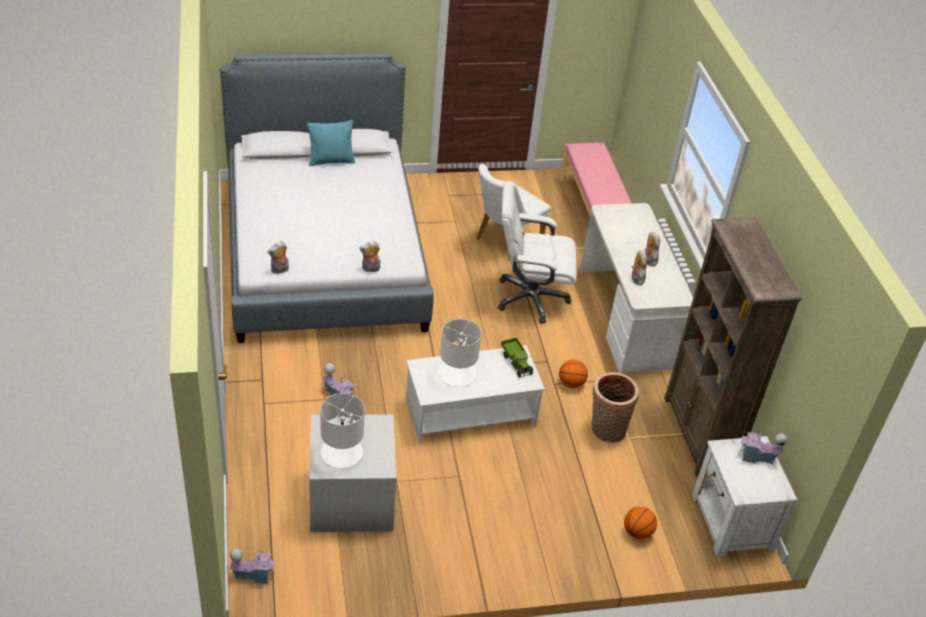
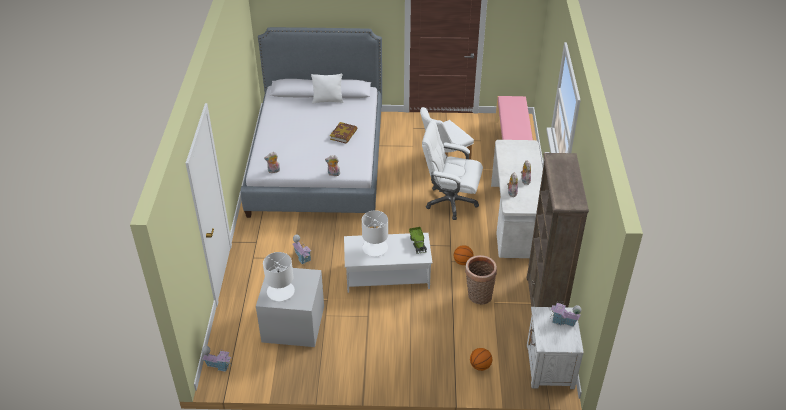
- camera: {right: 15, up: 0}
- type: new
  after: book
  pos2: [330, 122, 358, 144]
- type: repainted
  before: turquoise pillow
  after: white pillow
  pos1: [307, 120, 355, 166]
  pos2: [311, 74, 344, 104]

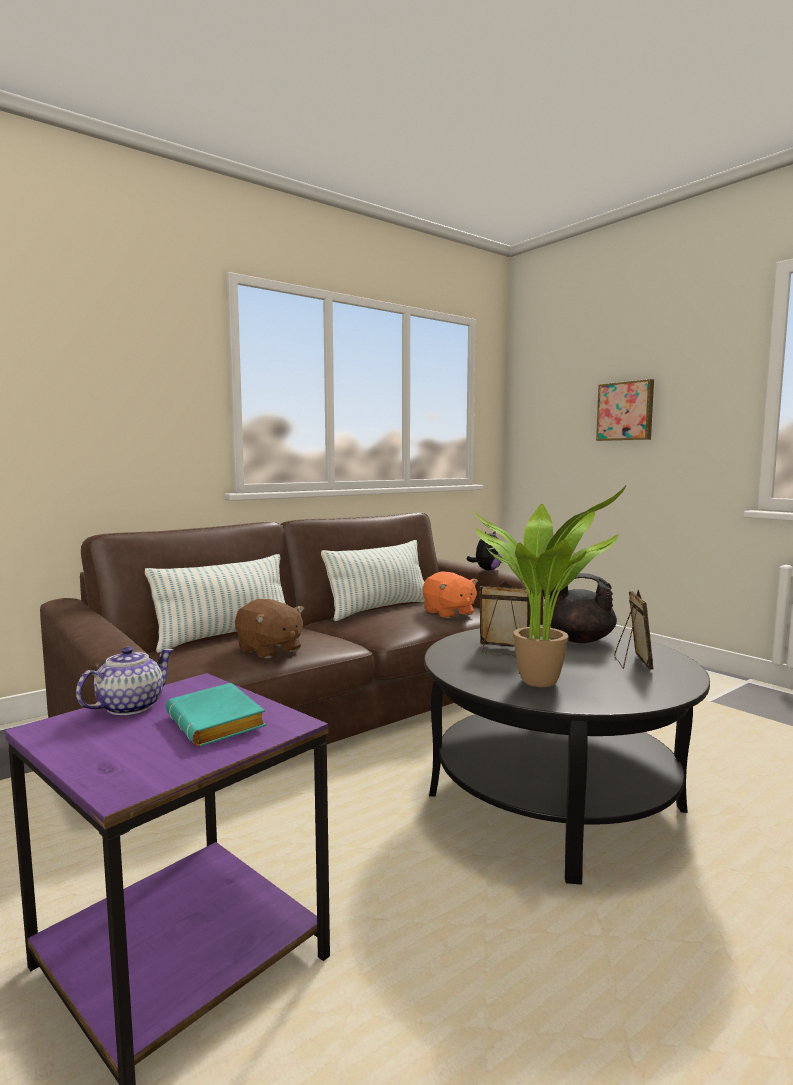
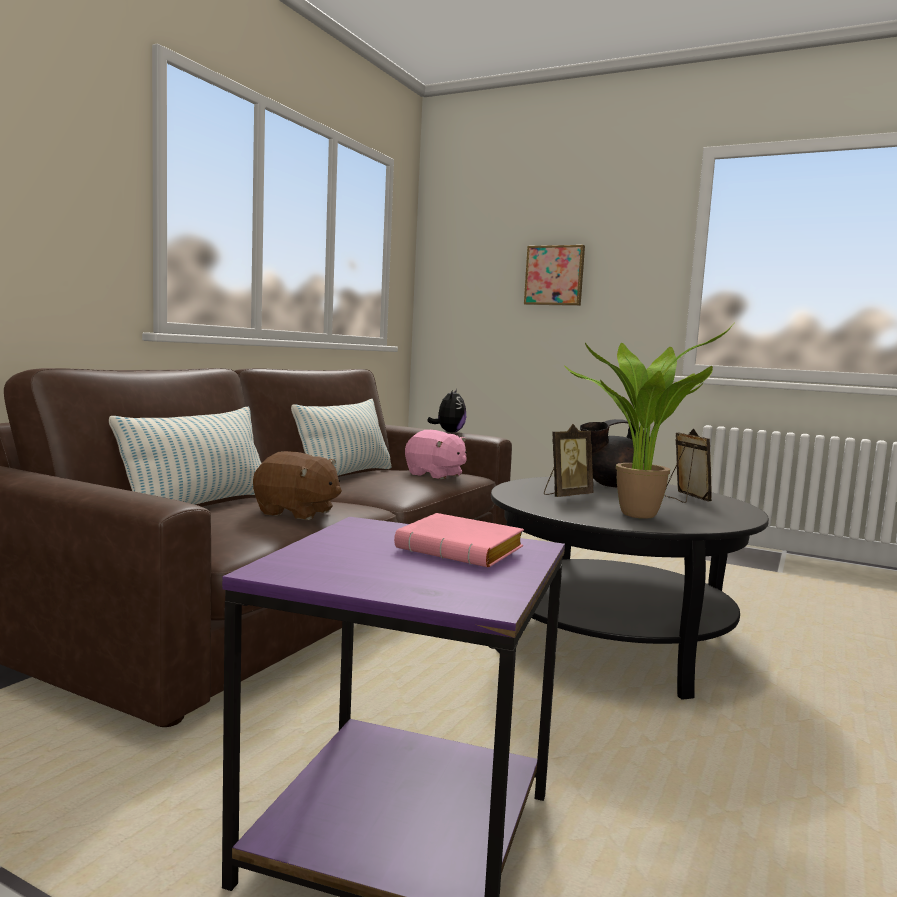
- camera: {right: -25, up: 0}
- type: gone
  before: teapot
  pos1: [76, 647, 174, 715]
- type: repainted
  before: turquoise book
  after: pink book
  pos1: [166, 683, 266, 747]
  pos2: [394, 513, 524, 567]
- type: repainted
  before: orange plush toy
  after: pink plush toy
  pos1: [423, 571, 478, 618]
  pos2: [405, 430, 467, 479]
- type: rotated
  before: picture frame
  pos1: [480, 581, 530, 656]
  pos2: [544, 424, 593, 497]
  turn: 150

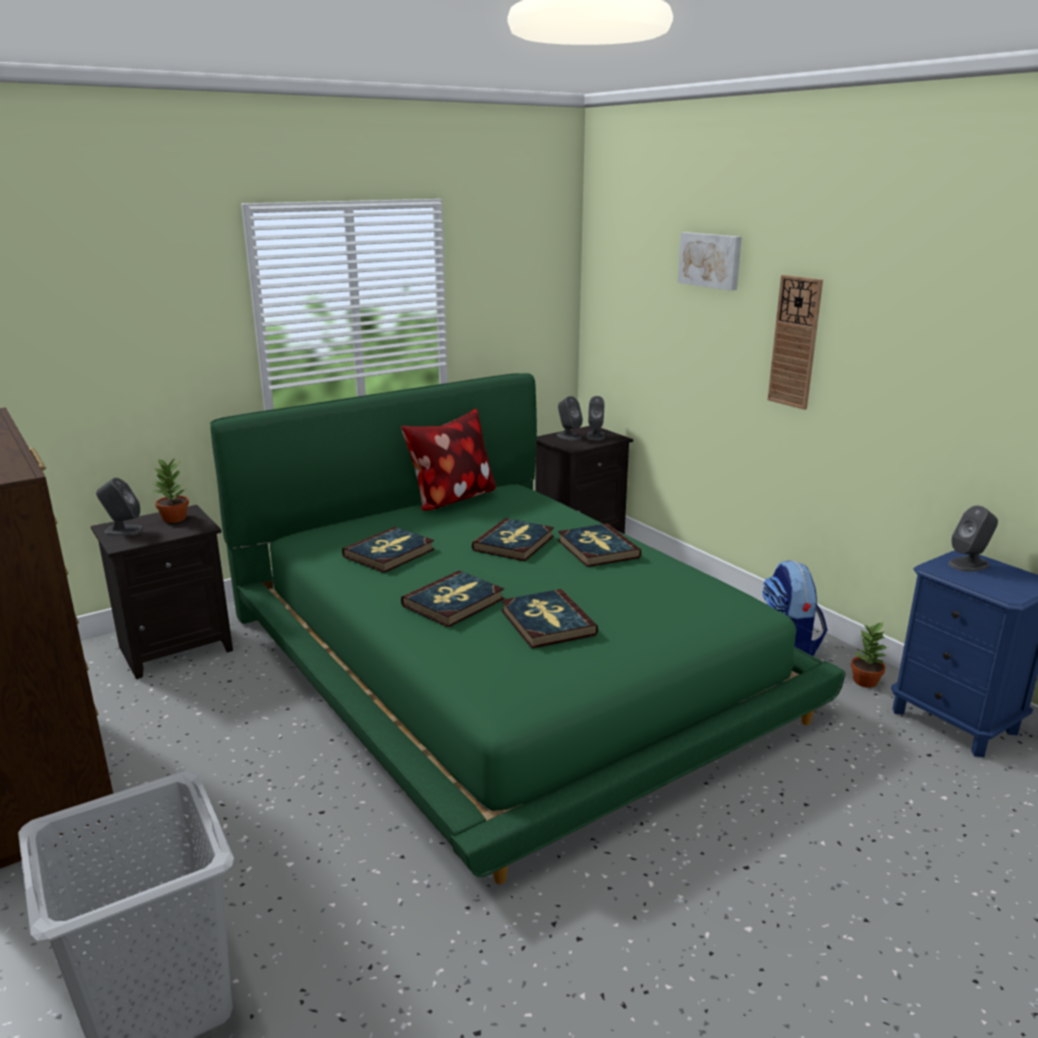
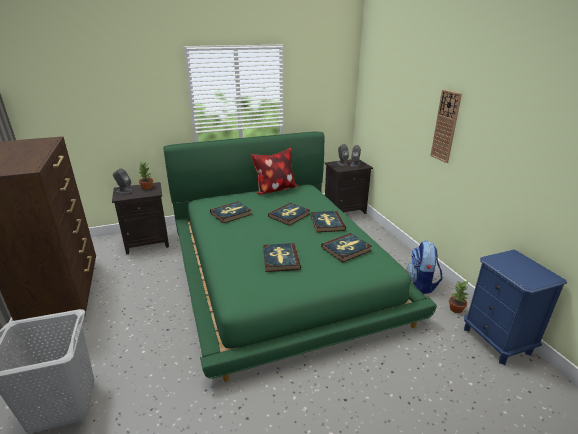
- camera: {right: 15, up: 5}
- type: gone
  before: picture
  pos1: [677, 232, 742, 291]
- type: gone
  before: grey speaker
  pos1: [948, 505, 998, 572]
- type: shifted
  before: book
  pos1: [401, 570, 504, 627]
  pos2: [321, 233, 372, 263]

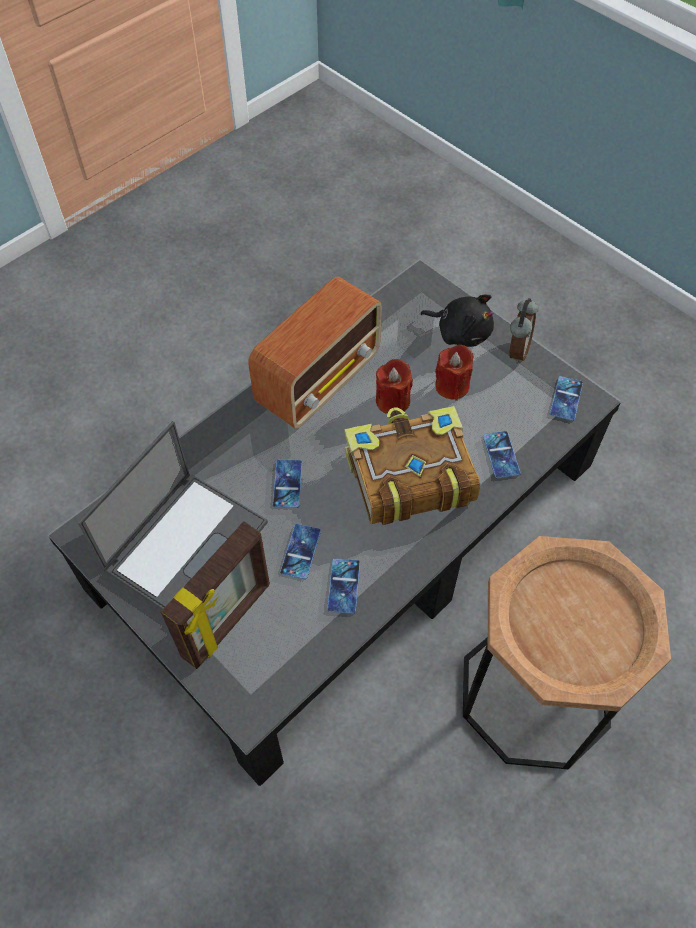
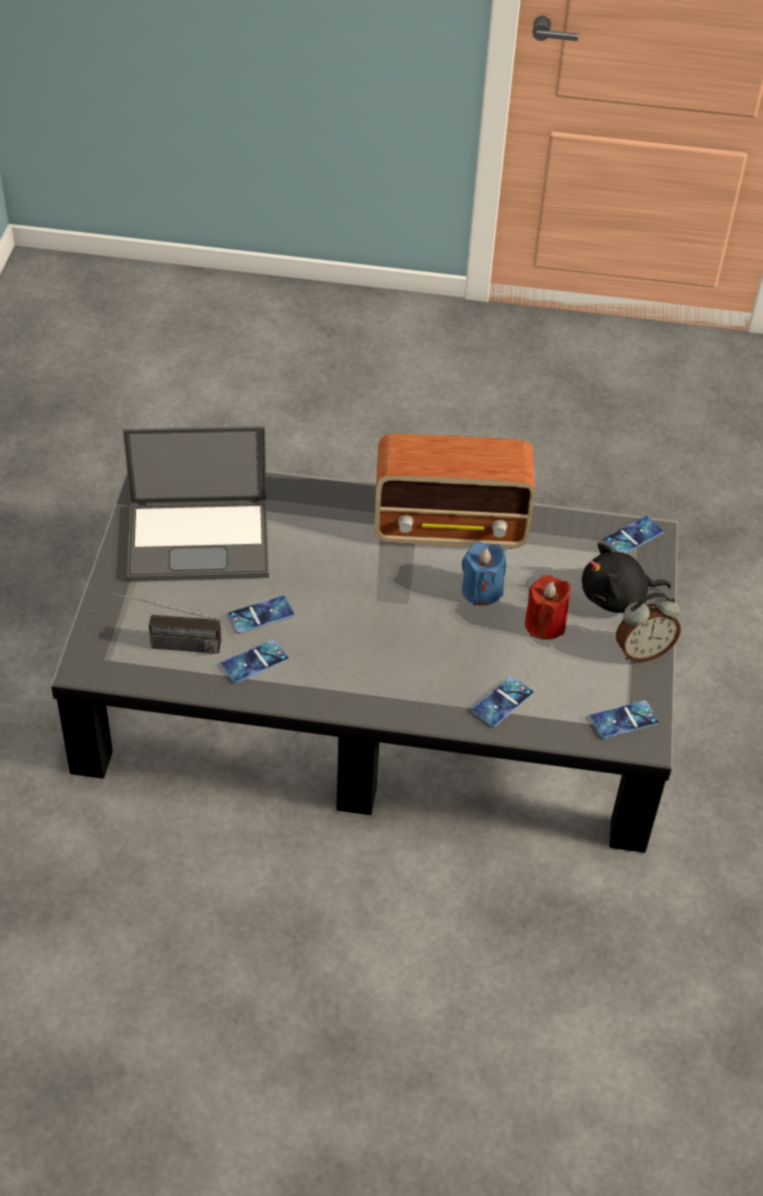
- camera: {right: 50, up: -10}
- type: gone
  before: picture frame
  pos1: [161, 521, 270, 669]
- type: gone
  before: book
  pos1: [345, 406, 480, 525]
- type: gone
  before: brown side table
  pos1: [463, 536, 671, 769]
- type: new
  after: radio
  pos2: [111, 592, 221, 654]
- type: shifted
  before: phone
  pos1: [273, 460, 302, 508]
  pos2: [604, 516, 664, 554]
- type: repainted
  before: red candle
  after: blue candle
  pos1: [376, 359, 413, 414]
  pos2: [462, 542, 506, 606]
- type: rotated
  before: black plush toy
  pos1: [420, 295, 494, 347]
  pos2: [582, 542, 671, 613]
  turn: 90

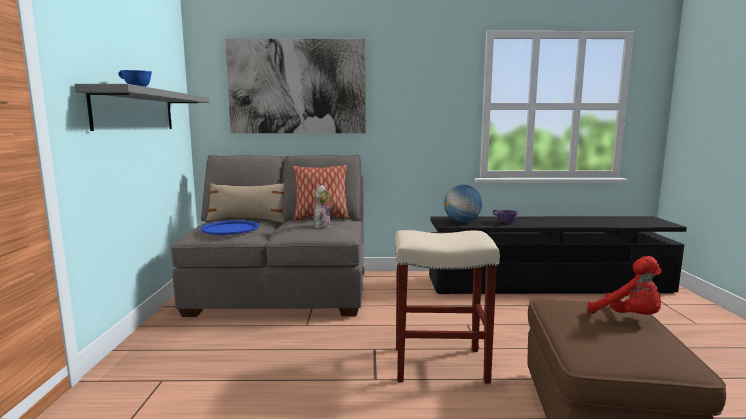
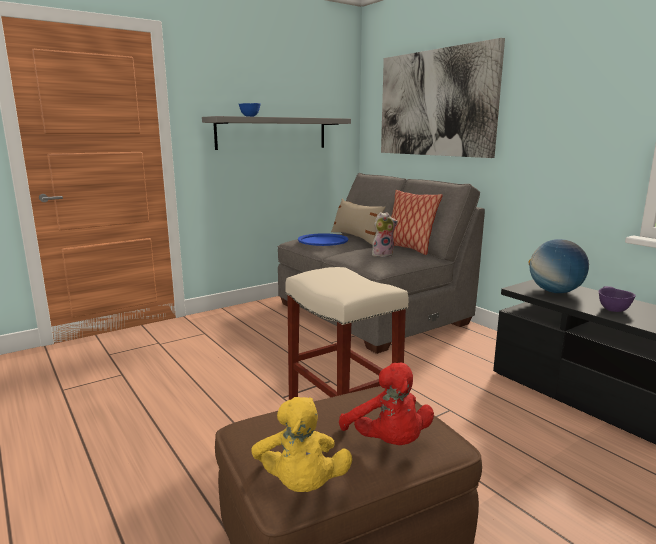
- camera: {right: 55, up: 5}
- type: new
  after: yellow plush toy
  pos2: [251, 397, 352, 492]
- type: rotated
  before: red plush toy
  pos1: [588, 256, 662, 315]
  pos2: [339, 362, 434, 445]
  turn: -45

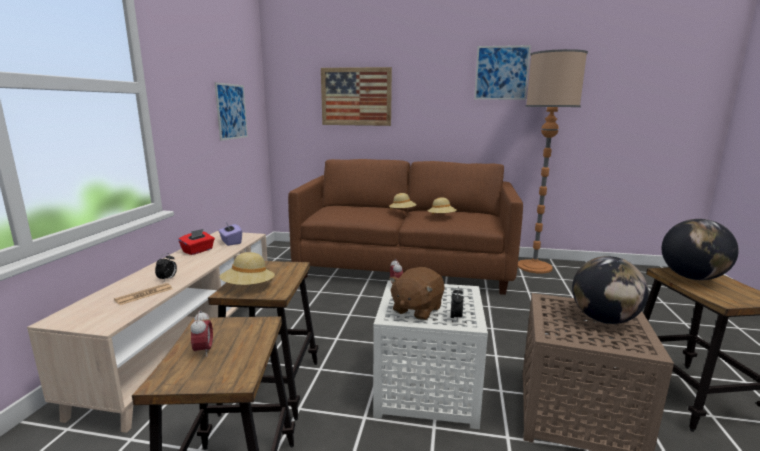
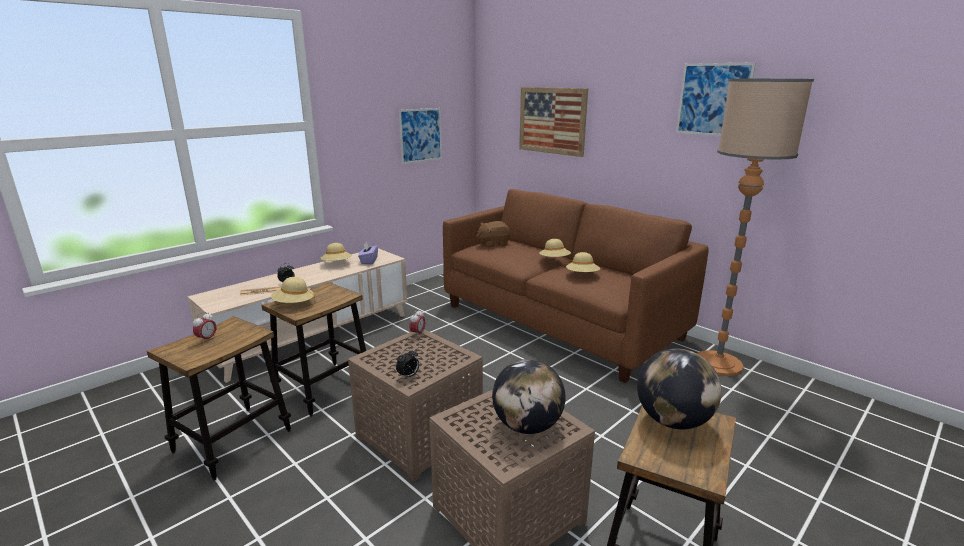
- camera: {right: 35, up: 5}
- type: shifted
  before: brown plush toy
  pos1: [389, 267, 444, 320]
  pos2: [476, 221, 510, 248]
- type: swapped
  before: red tissue box
  after: beige hat
  pos1: [178, 229, 215, 255]
  pos2: [321, 243, 352, 261]
- type: repainted
  before: white side table
  after: brown side table
  pos1: [373, 280, 488, 429]
  pos2: [348, 329, 483, 482]

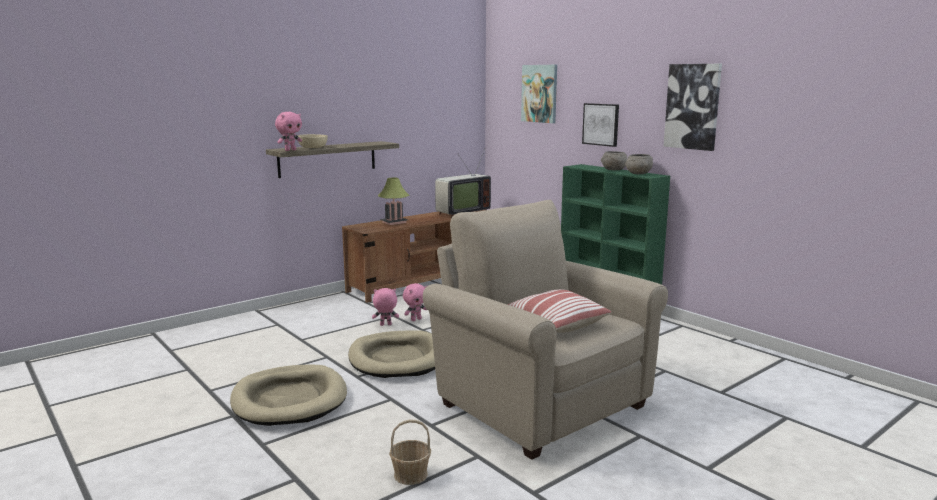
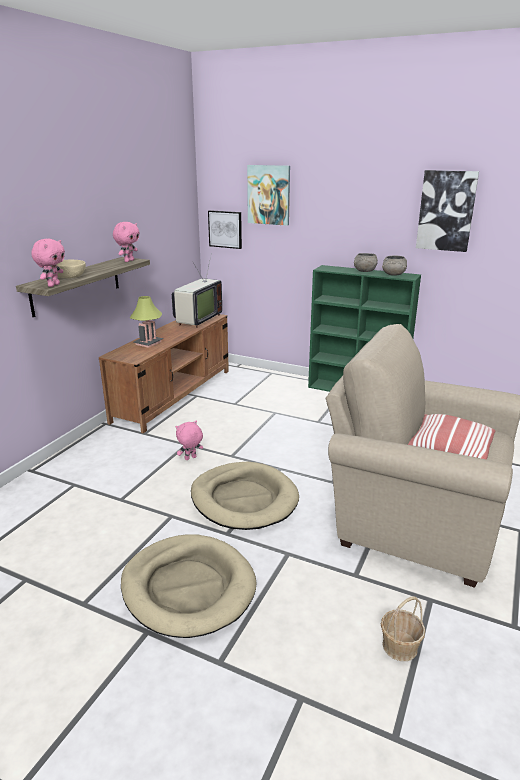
- camera: {right: -25, up: 10}
- type: shifted
  before: pink plush toy
  pos1: [403, 283, 427, 321]
  pos2: [113, 222, 140, 262]
- type: shifted
  before: picture
  pos1: [582, 103, 619, 147]
  pos2: [208, 210, 242, 249]

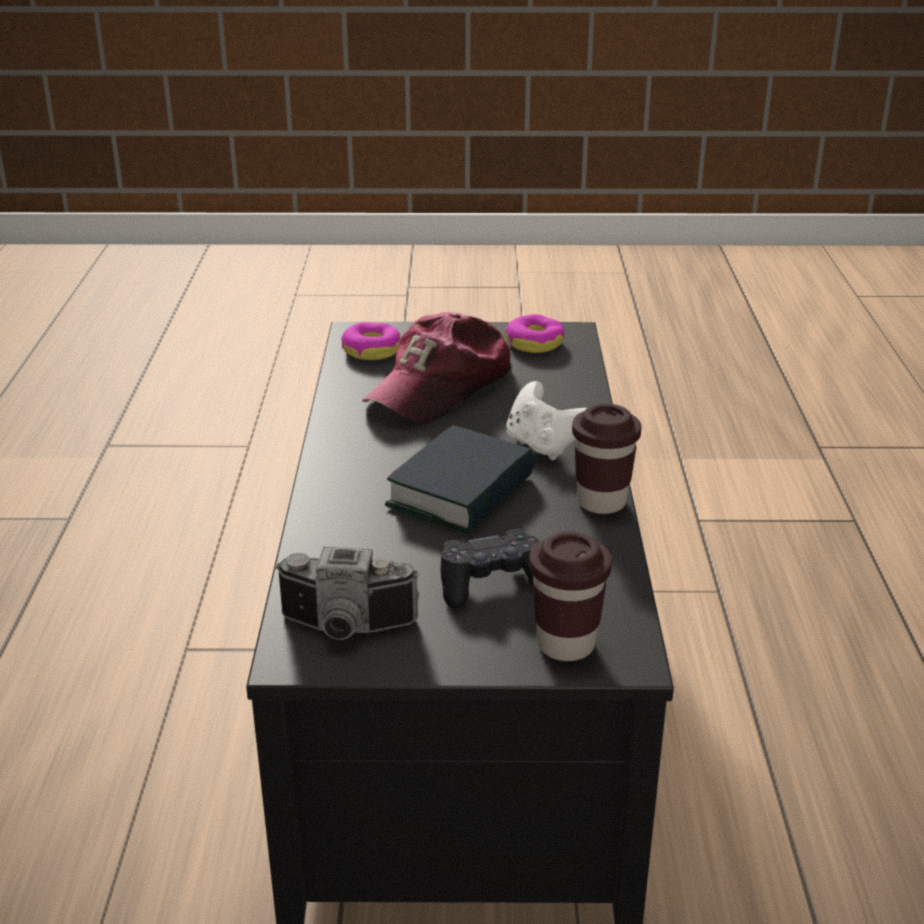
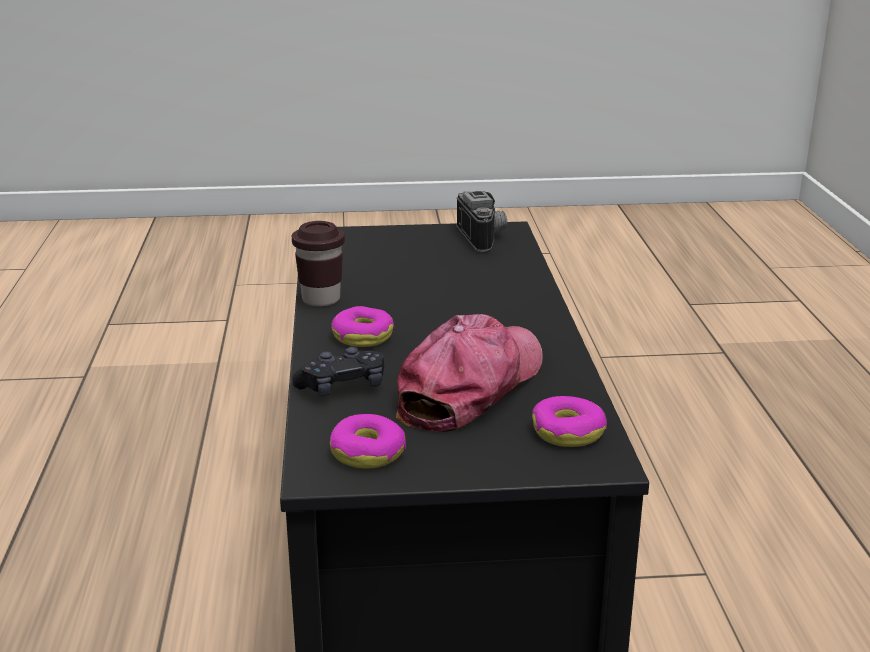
- camera: {right: 175, up: -5}
- type: gone
  before: book
  pos1: [385, 425, 534, 534]
- type: gone
  before: brown cup
  pos1: [529, 531, 612, 661]
- type: shifted
  before: black game controller
  pos1: [440, 529, 539, 608]
  pos2: [292, 347, 384, 397]
- type: swapped
  before: white game controller
  after: donut
  pos1: [506, 381, 587, 460]
  pos2: [331, 306, 395, 347]
- type: rotated
  before: photo camera
  pos1: [275, 547, 420, 640]
  pos2: [456, 191, 507, 252]
  turn: 75

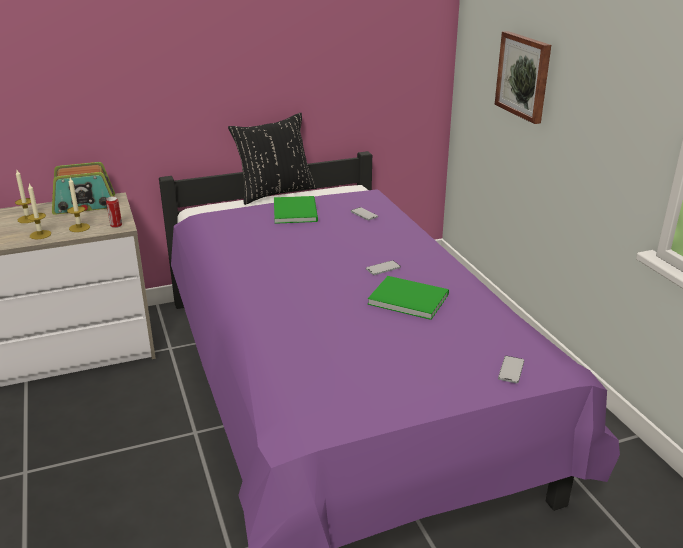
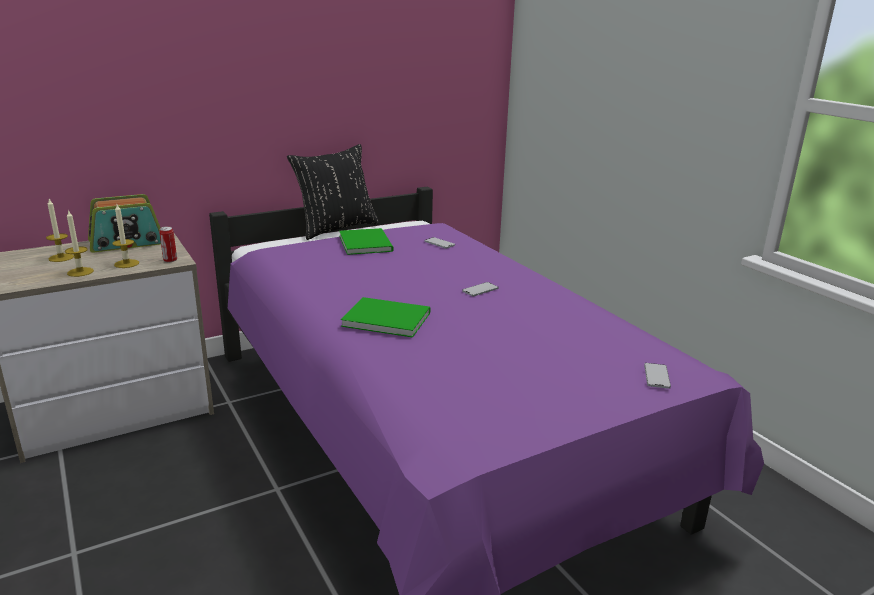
- camera: {right: -10, up: -5}
- type: gone
  before: picture
  pos1: [495, 31, 551, 124]
- type: shifted
  before: green book
  pos1: [368, 276, 449, 320]
  pos2: [341, 297, 430, 337]

